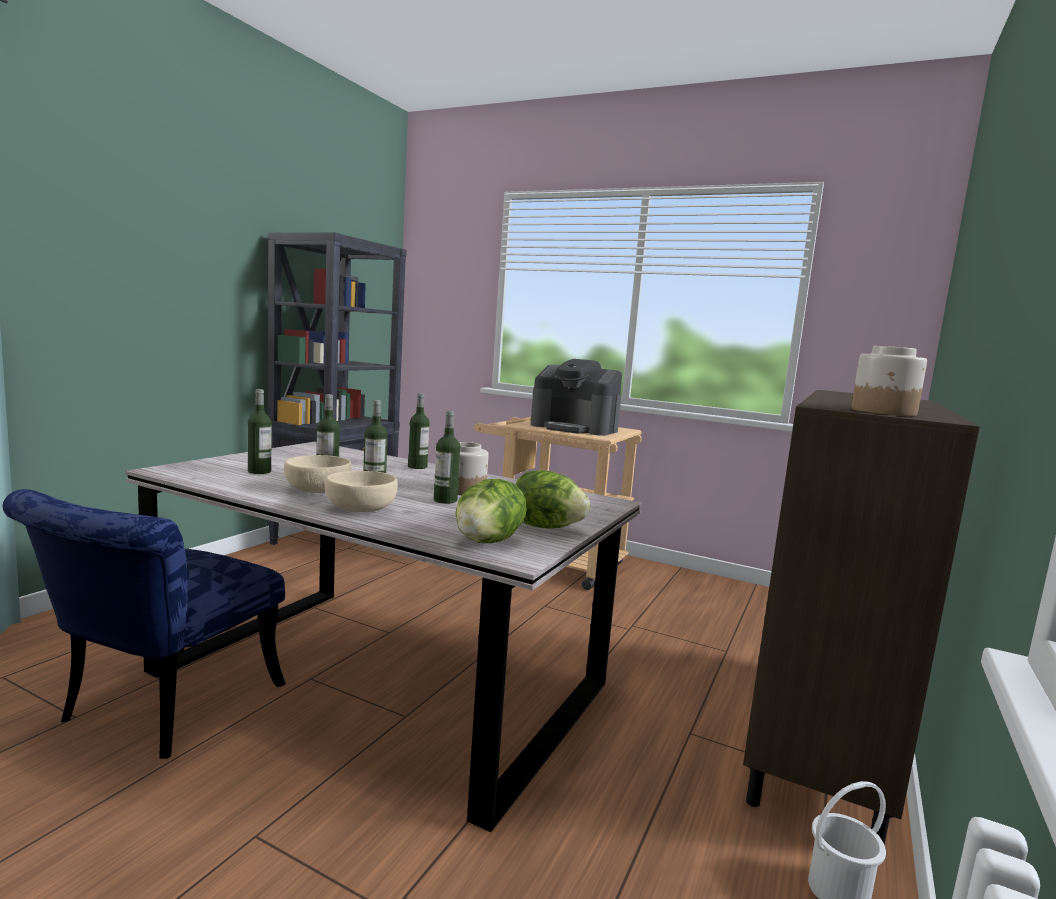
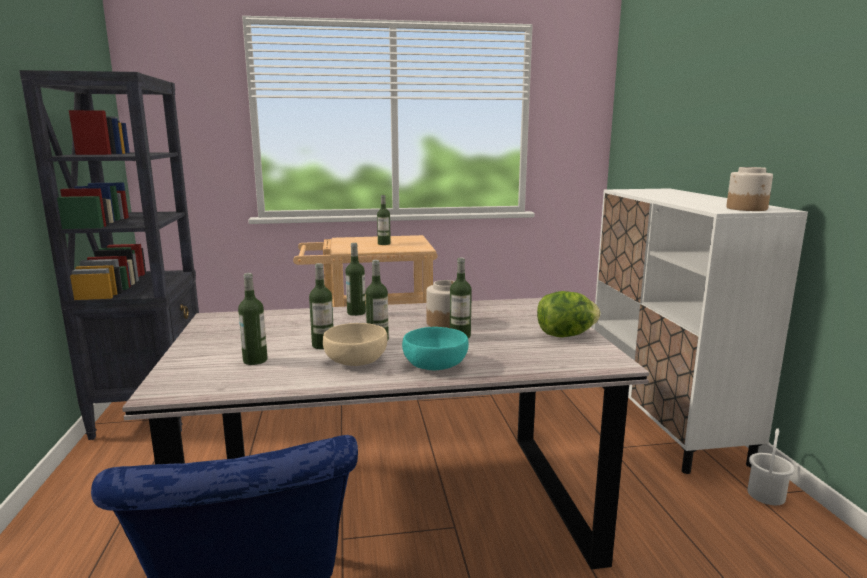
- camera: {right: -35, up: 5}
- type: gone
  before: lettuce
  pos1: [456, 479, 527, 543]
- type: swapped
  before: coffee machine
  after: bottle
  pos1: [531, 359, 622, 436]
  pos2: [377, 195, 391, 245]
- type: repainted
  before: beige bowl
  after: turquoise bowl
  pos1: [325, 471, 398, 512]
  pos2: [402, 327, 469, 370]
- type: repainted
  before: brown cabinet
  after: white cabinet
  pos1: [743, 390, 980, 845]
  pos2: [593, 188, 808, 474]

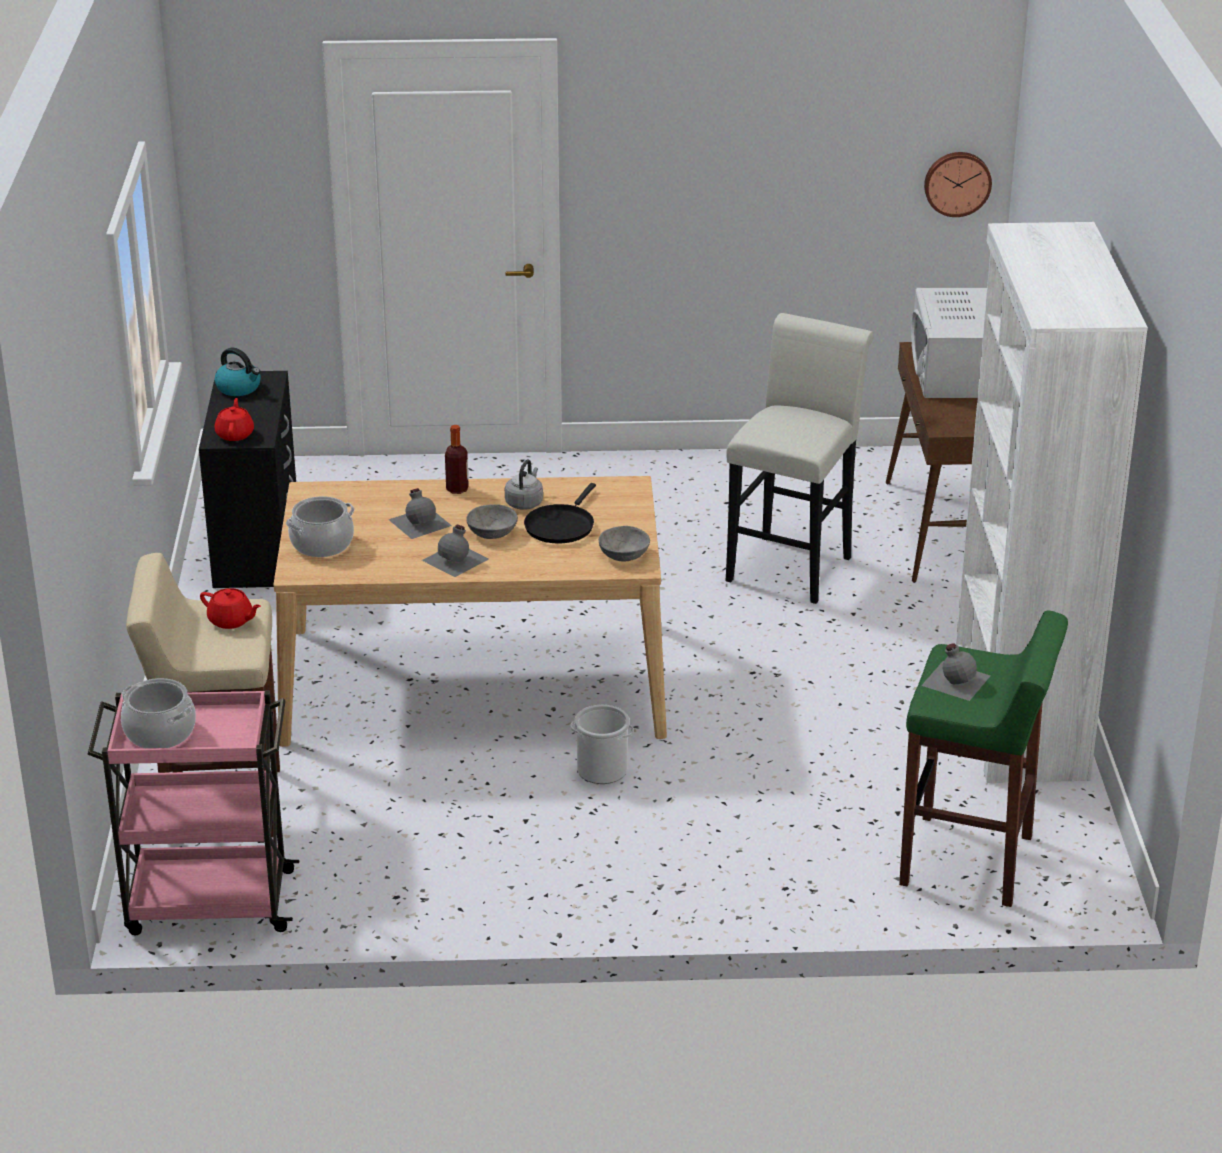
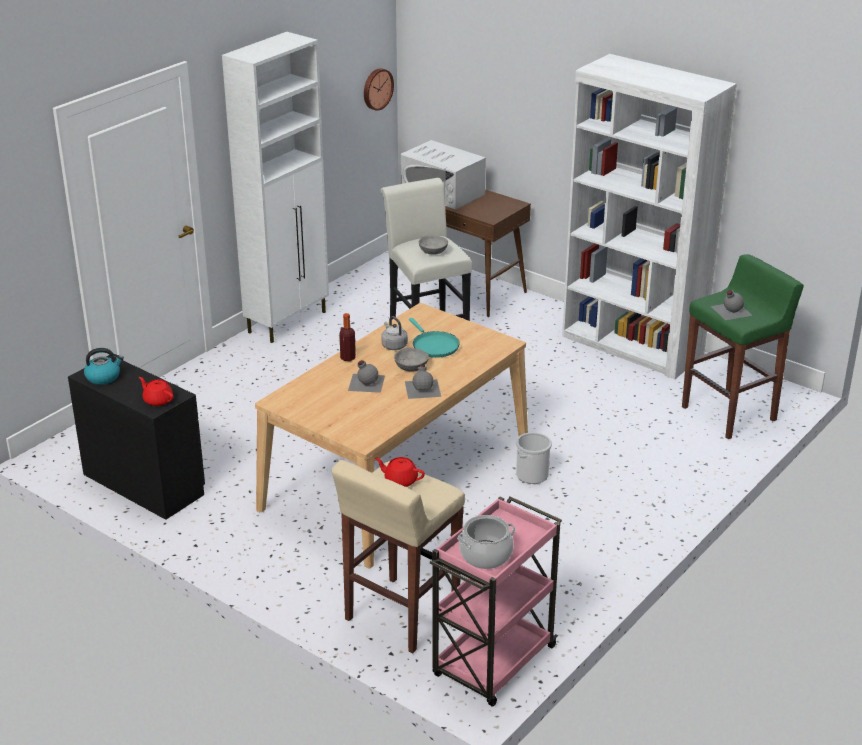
- camera: {right: -50, up: 0}
- type: gone
  before: cooking pot
  pos1: [286, 496, 354, 557]
- type: new
  after: white cabinet
  pos2: [222, 32, 329, 343]
- type: shifted
  before: grey bowl
  pos1: [599, 526, 650, 562]
  pos2: [419, 235, 448, 255]
- type: repainted
  before: black frying pan
  after: turquoise frying pan
  pos1: [524, 483, 596, 543]
  pos2: [409, 318, 460, 358]
- type: rotated
  before: red teapot
  pos1: [200, 588, 261, 629]
  pos2: [375, 457, 425, 487]
  turn: -135

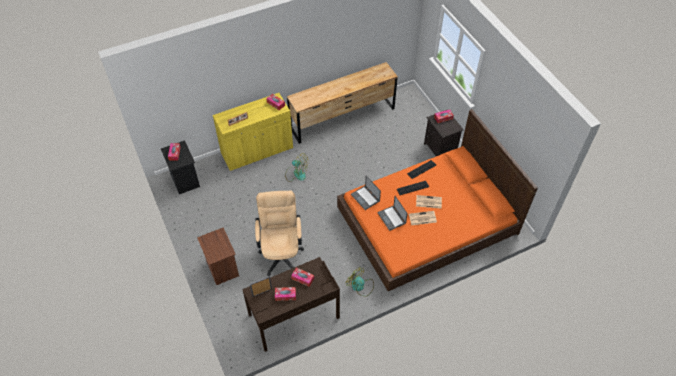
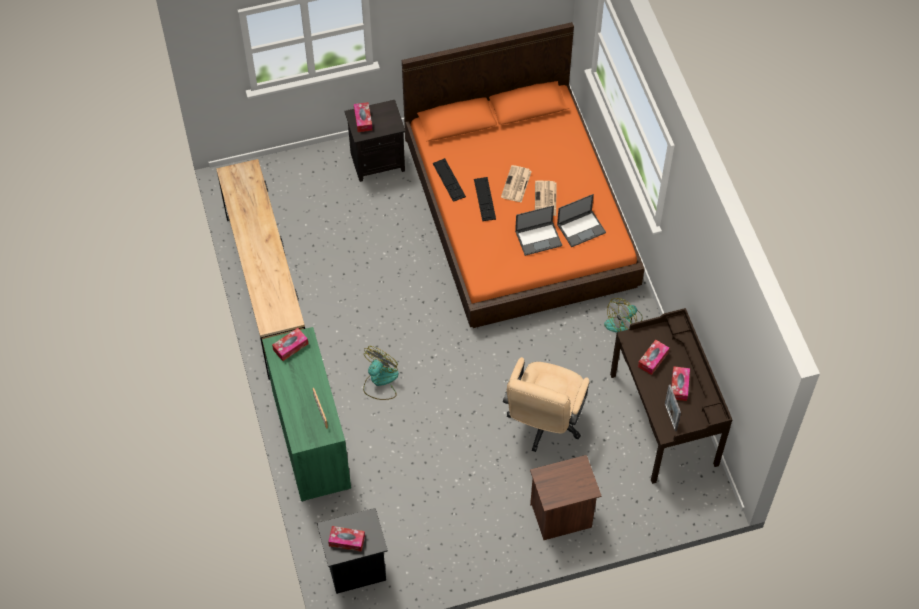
- camera: {right: -80, up: 5}
- type: shifted
  before: laptop
  pos1: [351, 176, 381, 210]
  pos2: [557, 194, 606, 247]
- type: repainted
  before: yellow cabinet
  after: green cabinet
  pos1: [213, 93, 293, 171]
  pos2: [262, 327, 351, 502]
- type: rotated
  before: beige office chair
  pos1: [255, 190, 304, 276]
  pos2: [503, 357, 590, 452]
  turn: -75

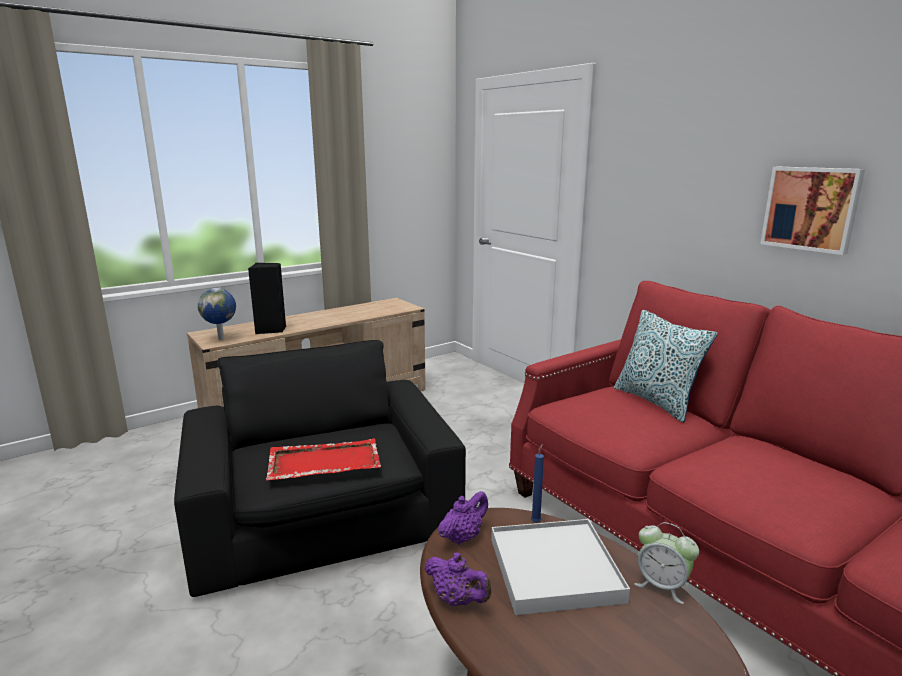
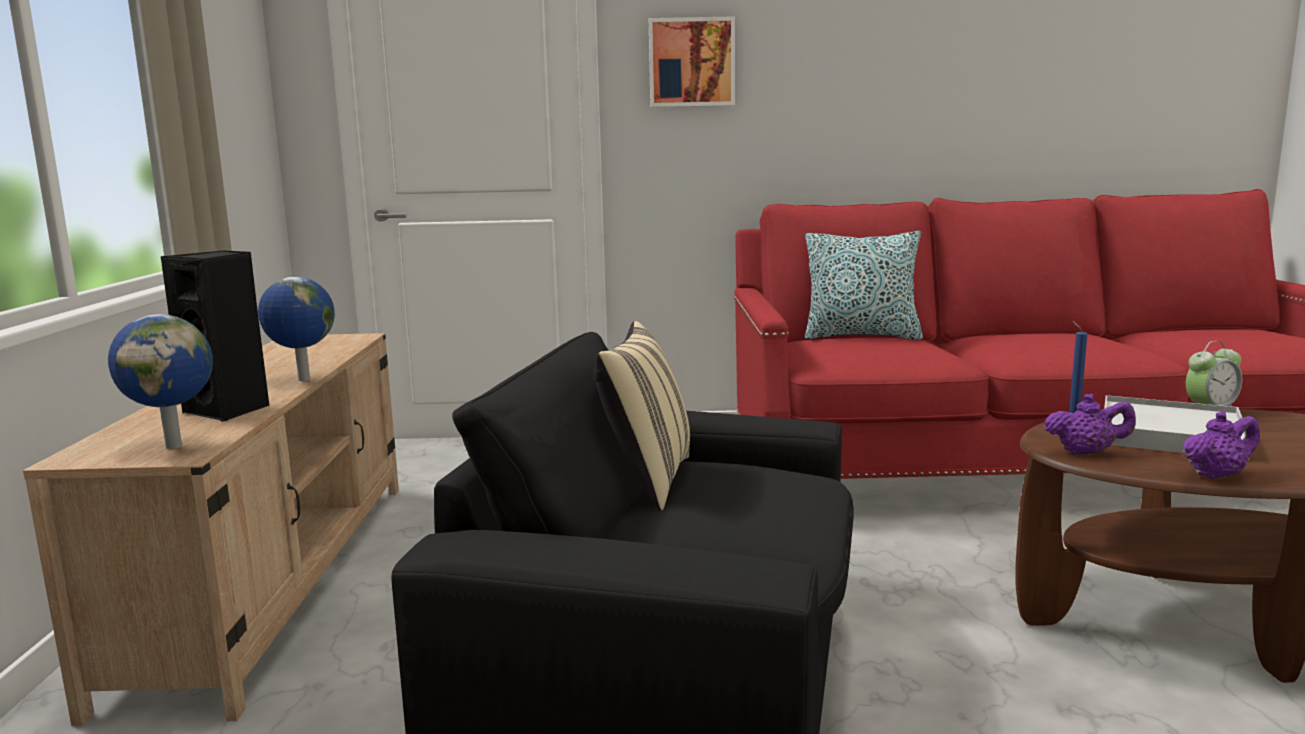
- camera: {right: -55, up: -5}
- type: gone
  before: red tray
  pos1: [266, 438, 381, 480]
- type: new
  after: globe
  pos2: [258, 277, 335, 381]
- type: new
  after: beige pillow
  pos2: [594, 321, 690, 511]
- type: shifted
  before: picture
  pos1: [760, 167, 865, 255]
  pos2: [649, 16, 735, 107]
- type: rotated
  before: purple teapot
  pos1: [438, 491, 488, 544]
  pos2: [1044, 394, 1136, 455]
  turn: 105

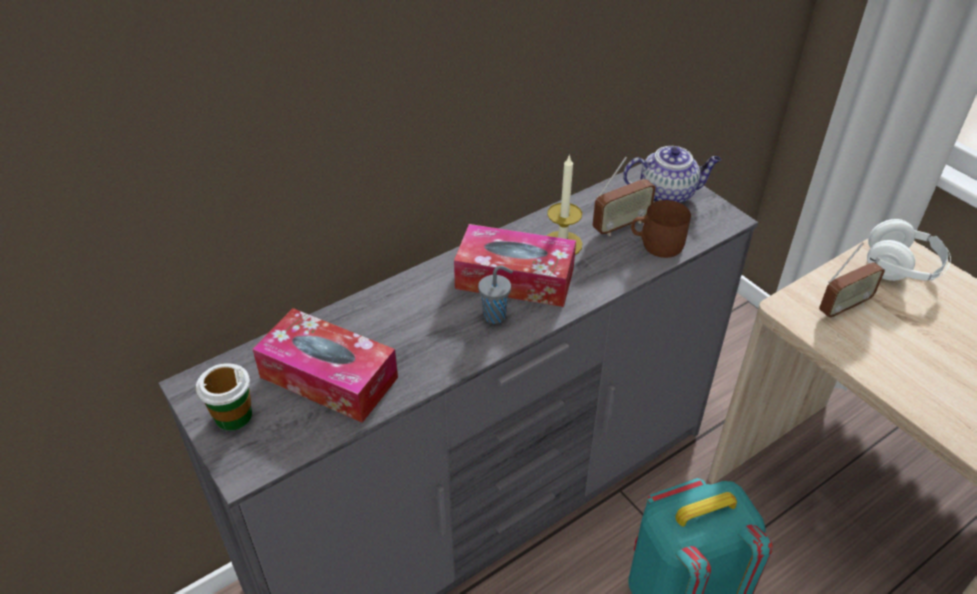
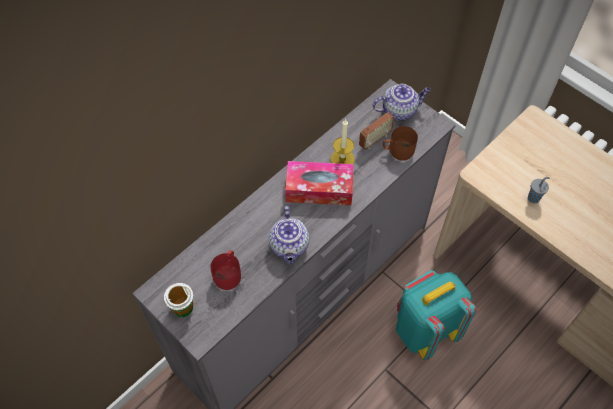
- camera: {right: -10, up: 15}
- type: gone
  before: radio
  pos1: [819, 242, 885, 319]
- type: gone
  before: white headphones
  pos1: [867, 219, 951, 281]
- type: new
  after: teapot
  pos2: [269, 206, 309, 264]
- type: shifted
  before: grey cup
  pos1: [478, 266, 513, 324]
  pos2: [528, 177, 550, 203]
- type: swapped
  before: tissue box
  after: red mug
  pos1: [252, 308, 398, 423]
  pos2: [210, 250, 241, 290]

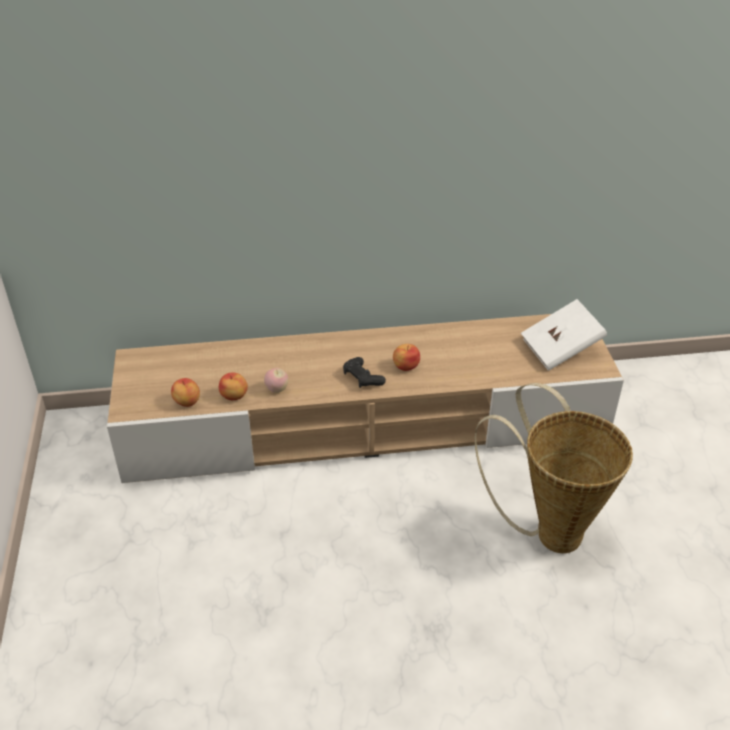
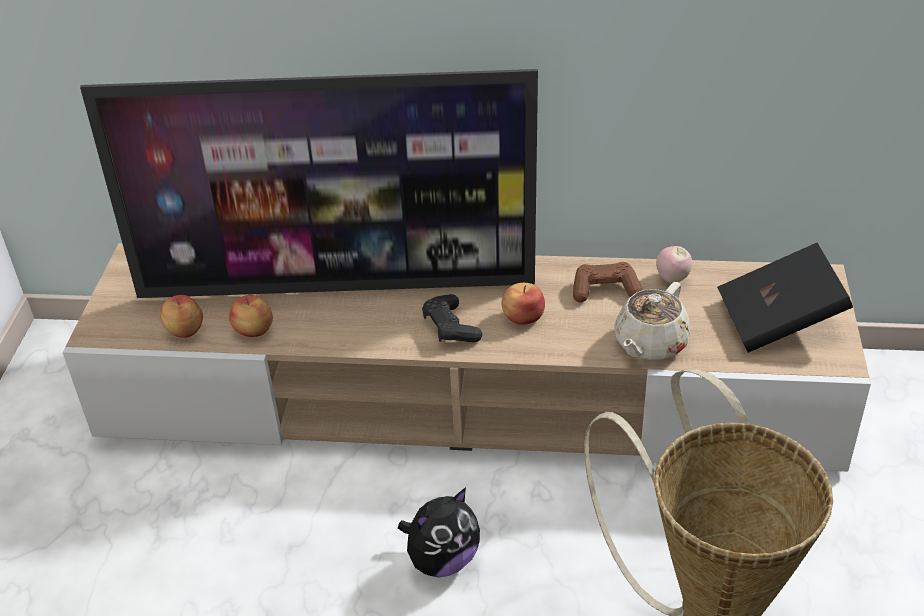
- camera: {right: 15, up: 0}
- type: new
  after: television
  pos2: [80, 69, 538, 298]
- type: new
  after: plush toy
  pos2: [398, 488, 480, 577]
- type: new
  after: brown game controller
  pos2: [573, 262, 642, 302]
- type: new
  after: beige teapot
  pos2: [614, 282, 691, 360]
- type: shifted
  before: apple
  pos1: [264, 368, 288, 393]
  pos2: [656, 246, 692, 283]
- type: repainted
  before: white book
  after: black book
  pos1: [521, 299, 607, 371]
  pos2: [717, 243, 853, 353]

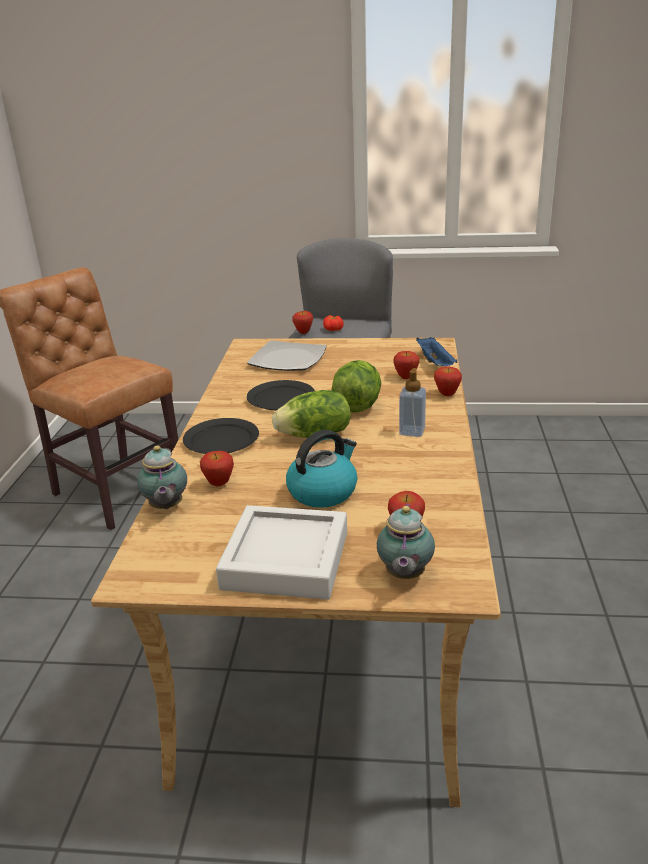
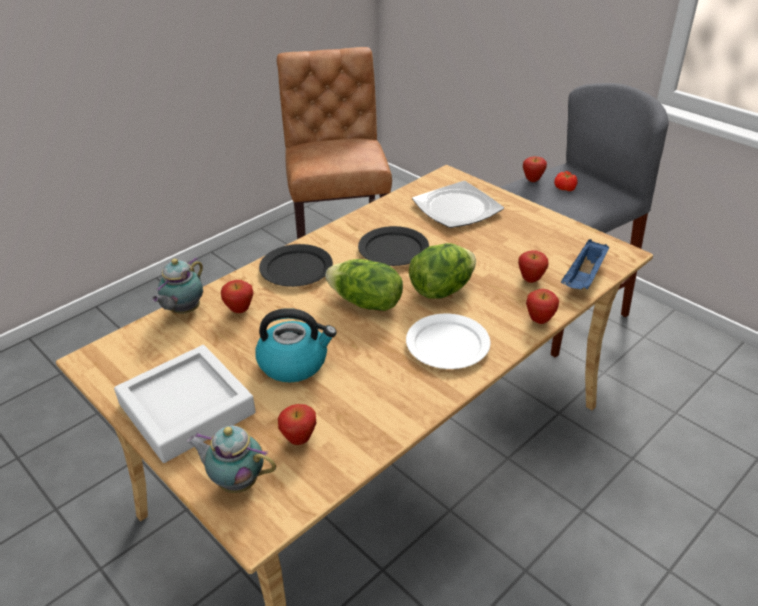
- camera: {right: 40, up: 10}
- type: swapped
  before: soap dispenser
  after: white plate
  pos1: [399, 368, 426, 437]
  pos2: [406, 314, 490, 369]
- type: rotated
  before: teapot
  pos1: [377, 503, 435, 579]
  pos2: [187, 426, 276, 493]
  turn: 60

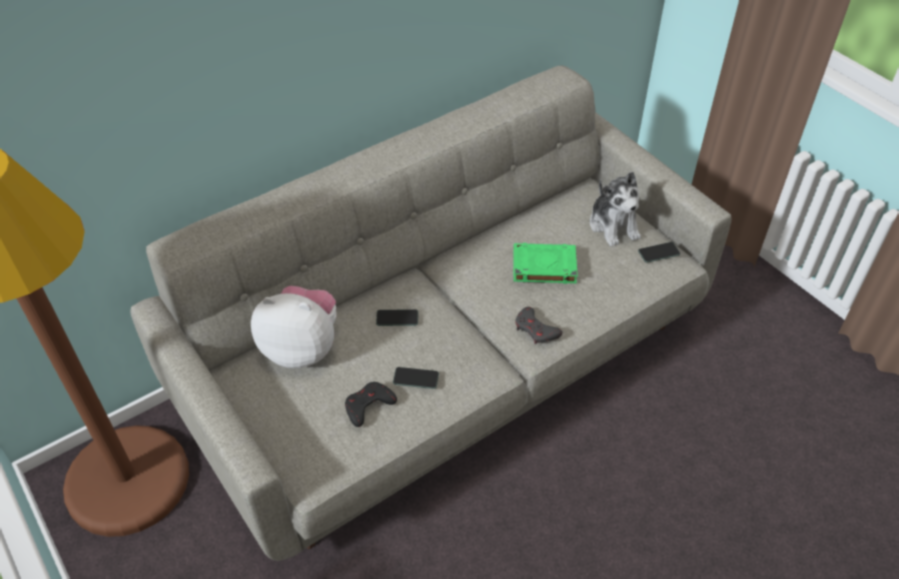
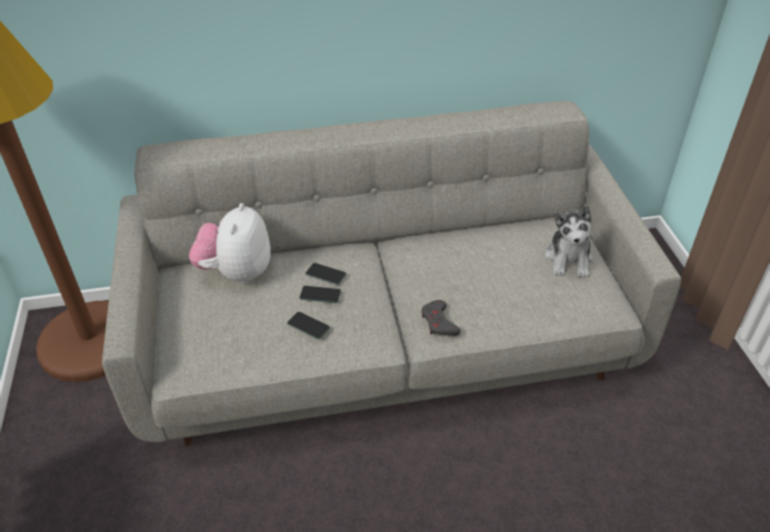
- camera: {right: 25, up: -5}
- type: gone
  before: black game controller
  pos1: [345, 382, 397, 427]
- type: gone
  before: green book
  pos1: [513, 243, 578, 284]
- type: shifted
  before: phone
  pos1: [638, 242, 680, 263]
  pos2: [299, 286, 341, 303]
- type: rotated
  before: plush toy
  pos1: [251, 286, 336, 369]
  pos2: [189, 203, 271, 283]
  turn: -120

